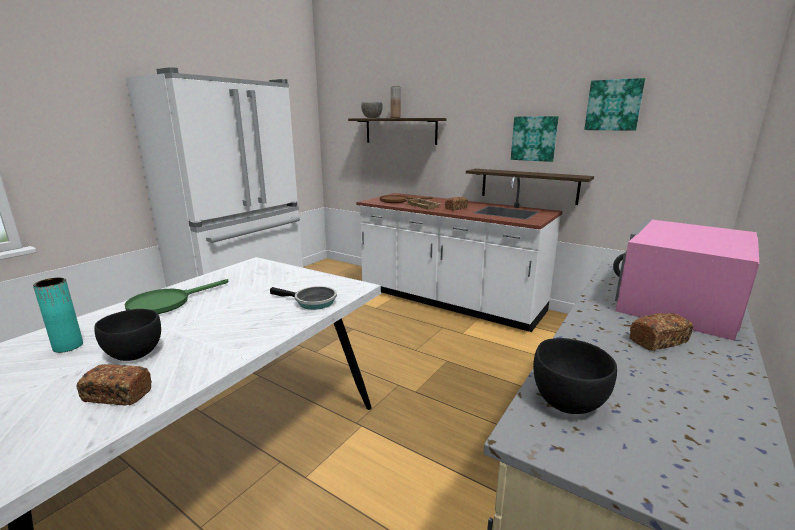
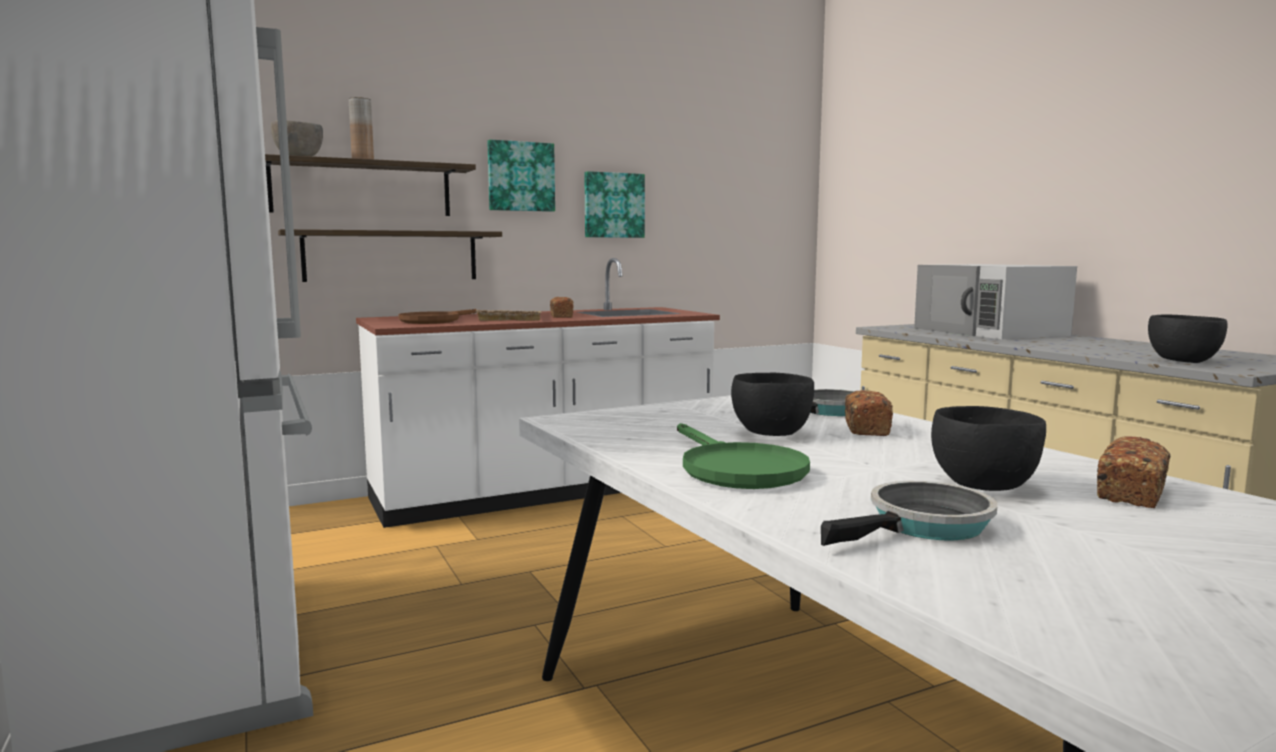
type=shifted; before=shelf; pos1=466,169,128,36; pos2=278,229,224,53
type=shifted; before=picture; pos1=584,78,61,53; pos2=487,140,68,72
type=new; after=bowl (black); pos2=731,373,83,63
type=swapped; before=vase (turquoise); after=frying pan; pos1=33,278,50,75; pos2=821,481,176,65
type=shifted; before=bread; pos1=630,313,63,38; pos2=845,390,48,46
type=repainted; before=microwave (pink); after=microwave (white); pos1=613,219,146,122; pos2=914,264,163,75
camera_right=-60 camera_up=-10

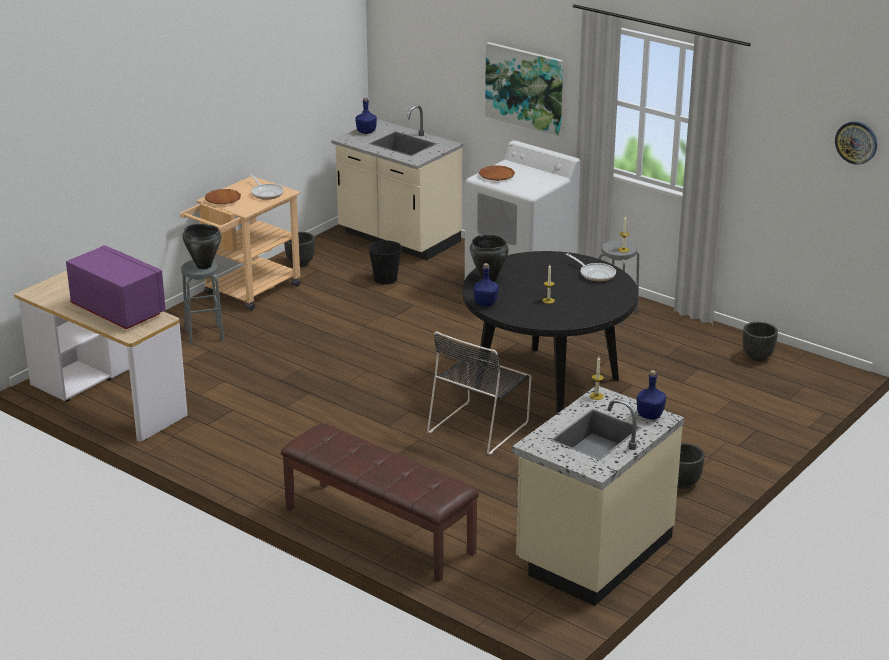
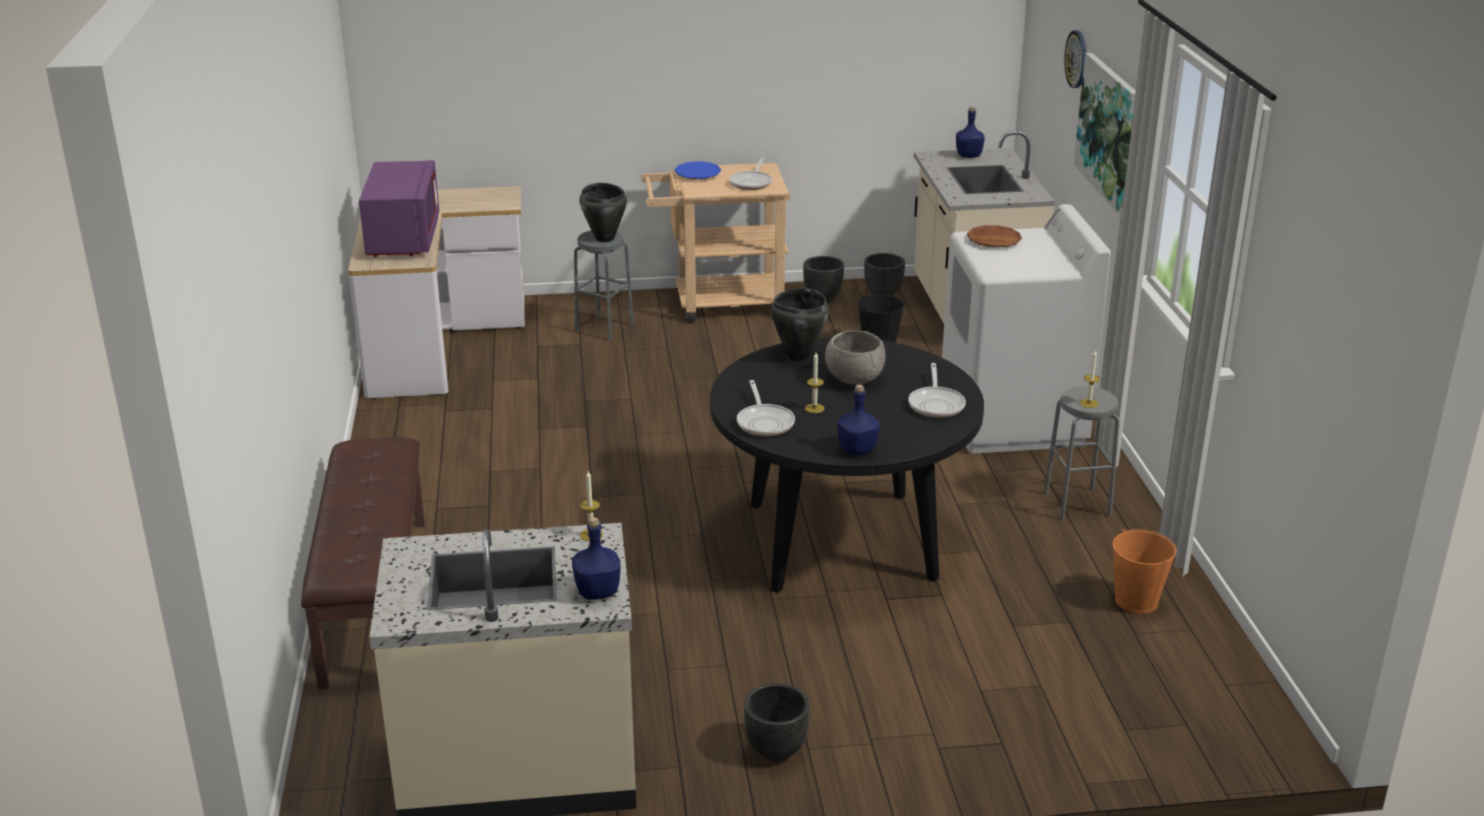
type=repainted; before=plate (brown); after=plate (blue); pos1=205,189,36,15; pos2=674,161,47,18
type=new; after=frying pan; pos2=737,380,58,57
type=new; after=bowl (grey); pos2=825,331,60,54
type=shifted; before=bottle (blue); pos1=474,263,25,44; pos2=837,385,43,70
type=shifted; before=planter (black); pos1=743,322,35,39; pos2=864,253,41,43
type=shifted; before=wall clock; pos1=835,121,42,44; pos2=1064,30,22,58
type=new; after=bucket (orange); pos2=1113,529,64,85
type=gone; before=chair (black); pos1=427,331,104,124
camera_right=45 camera_up=0

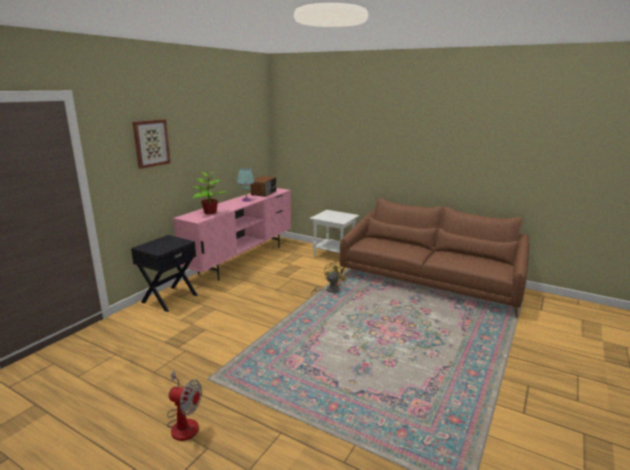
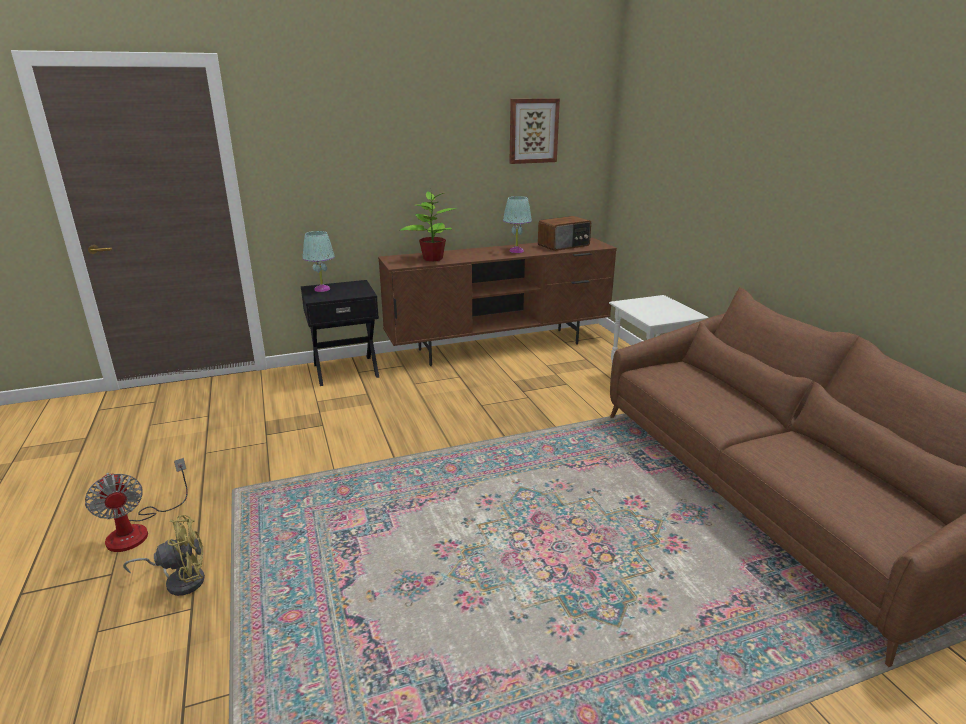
type=shifted; before=fan (yellow); pos1=311,262,36,33; pos2=123,515,82,81
type=new; after=table lamp (turquoise); pos2=303,231,32,61
type=repainted; before=tv stand (pink); after=tv stand (brown); pos1=173,188,118,93; pos2=378,238,239,128
type=shifted; before=picture; pos1=132,119,39,50; pos2=509,98,51,66
camera_right=40 camera_up=5

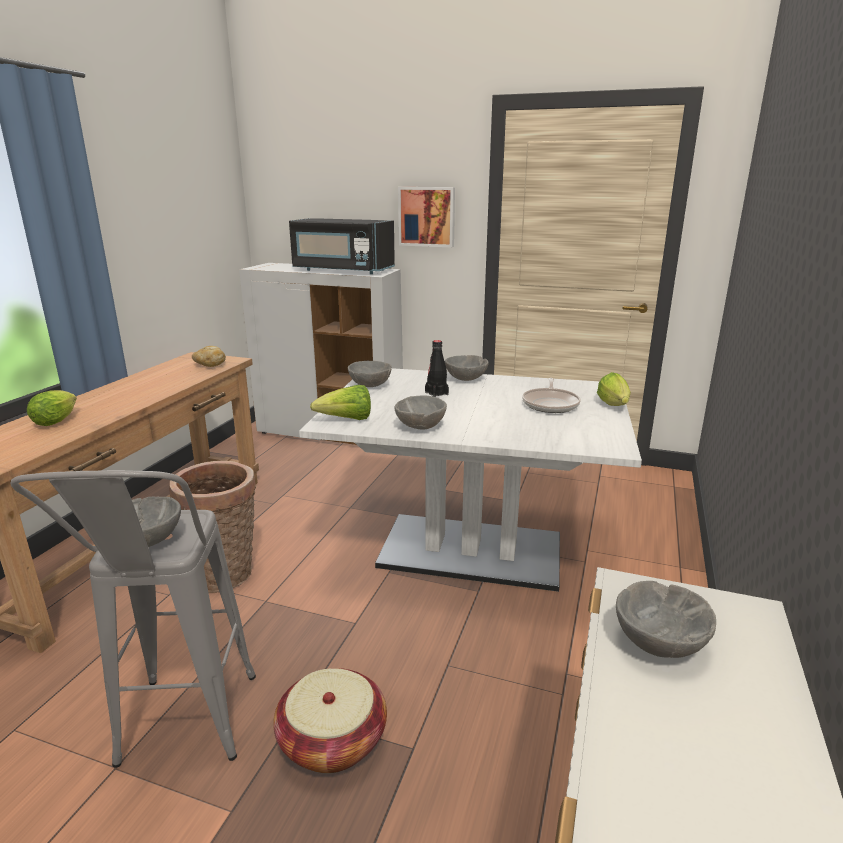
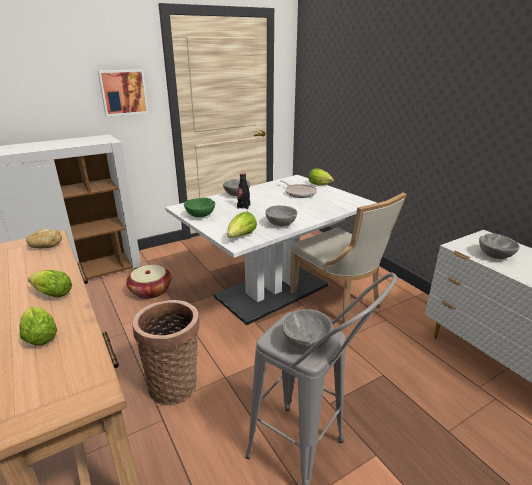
type=new; after=lettuce; pos2=28,270,44,28
type=shifted; before=basket; pos1=273,668,114,105; pos2=126,265,46,34
type=repainted; before=bowl (grey); after=bowl (green); pos1=348,361,44,26; pos2=184,198,31,19
type=new; after=chair (beige); pos2=290,192,117,132
type=gone; before=microwave (black); pos1=289,218,106,56
camera_right=-50 camera_up=5

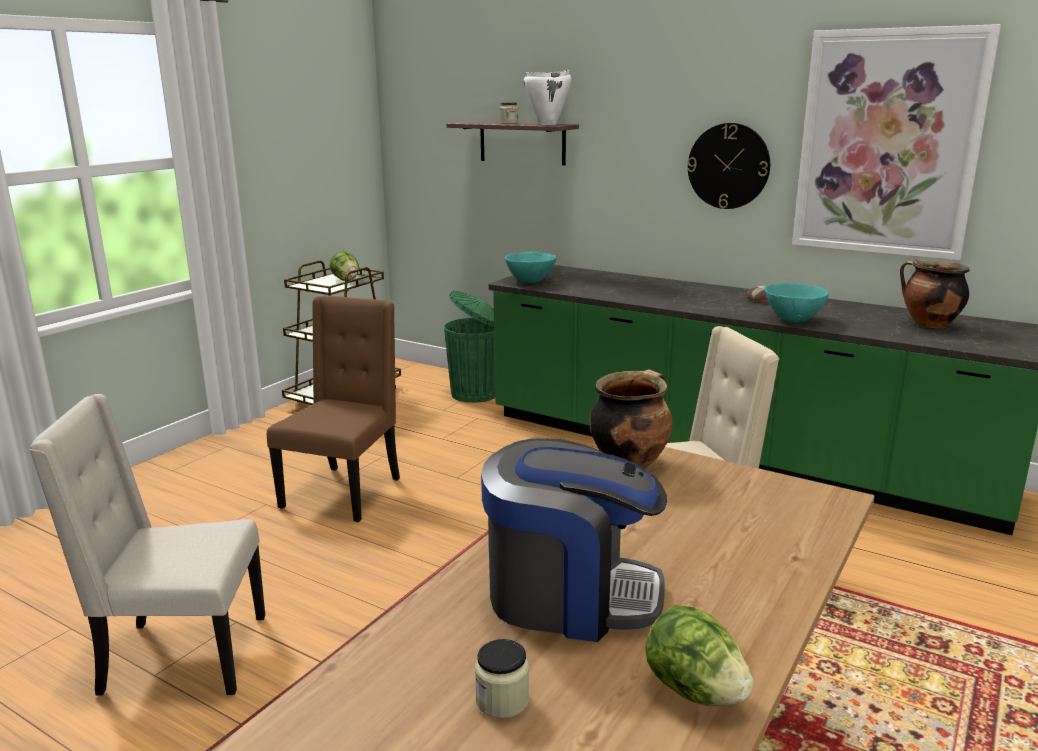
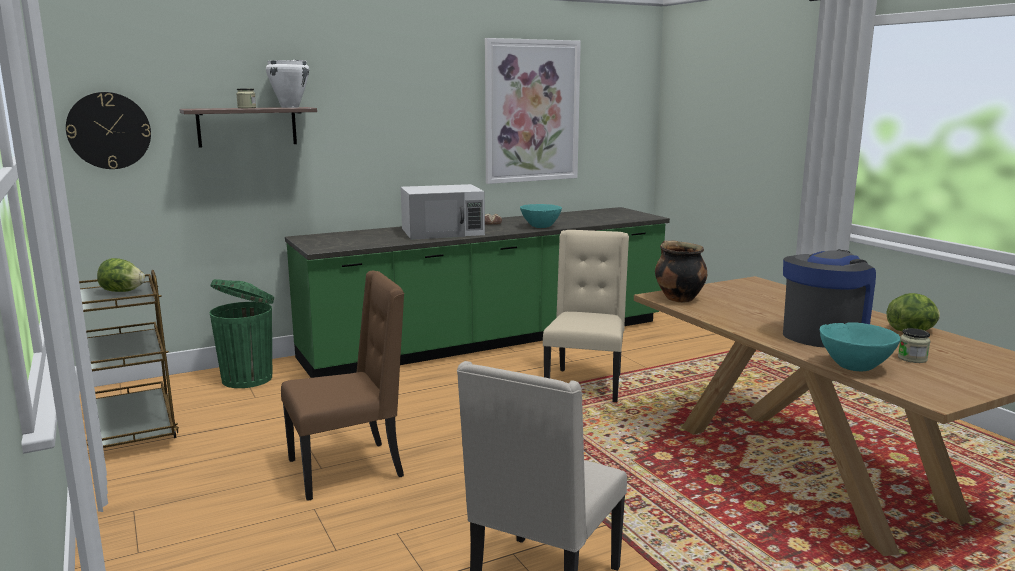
type=shifted; before=wall clock; pos1=687,123,83,86; pos2=66,92,85,77
type=rotated; before=chair (brown); pos1=267,295,133,227; pos2=281,271,123,229; turn=105
type=new; after=microwave (white); pos2=401,184,84,56
type=shifted; before=bowl (turquoise); pos1=505,251,52,32; pos2=820,322,80,49
type=gone; before=cooking pot; pos1=900,260,70,68
camera_right=-60 camera_up=-5

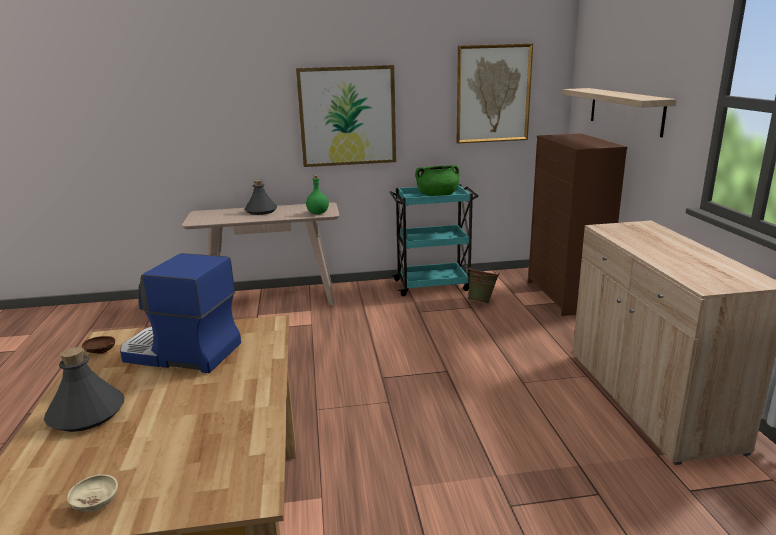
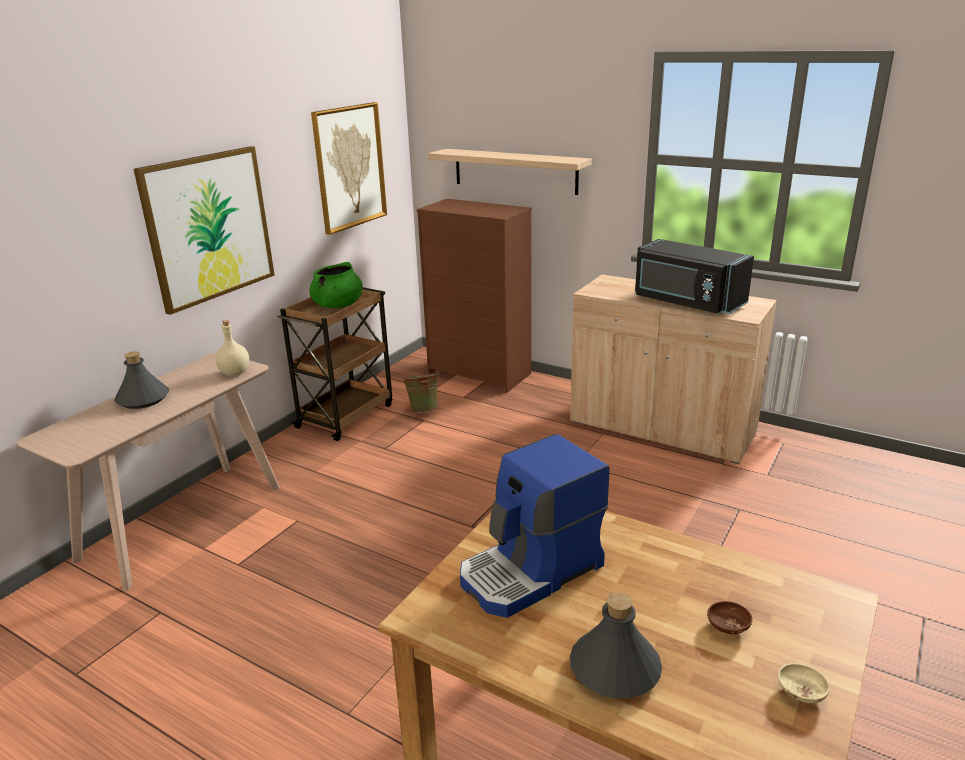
type=repainted; before=bottle (green); after=bottle (beige); pos1=306,175,23,39; pos2=216,320,33,56
type=repainted; before=cart (turquoise); after=cart (brown); pos1=390,184,89,112; pos2=277,287,115,154
type=new; after=microwave (black); pos2=635,239,119,75
type=shifted; before=bowl (brown); pos1=82,336,33,18; pos2=707,601,46,33
camera_right=-50 camera_up=5

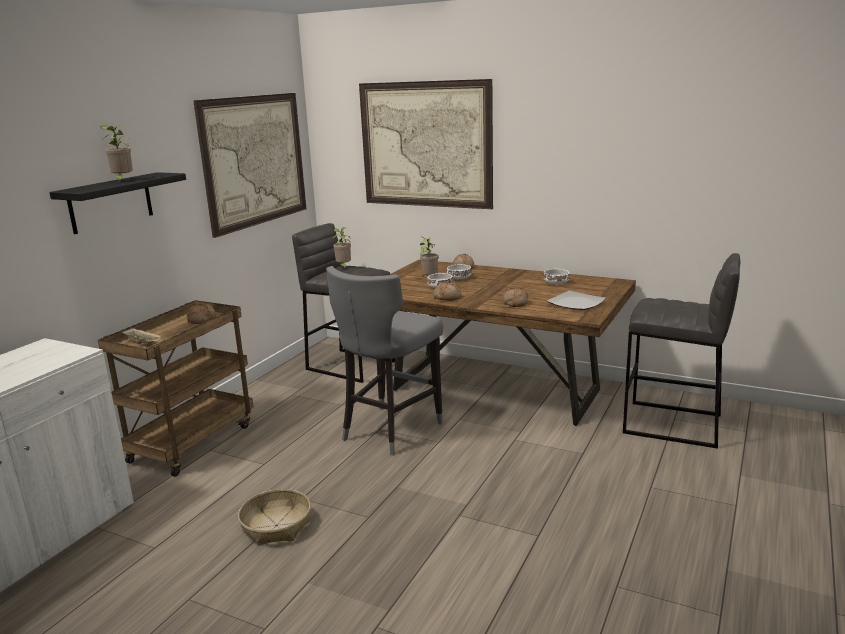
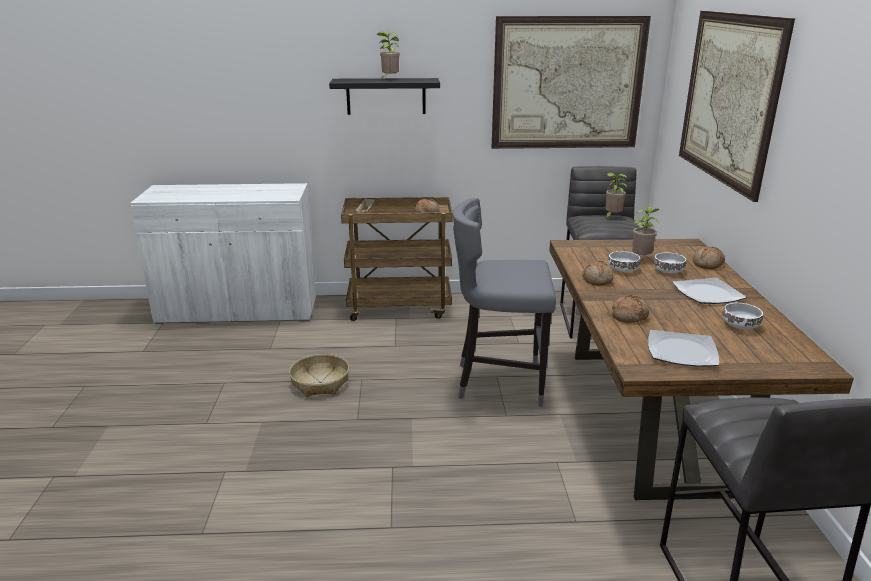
type=new; after=plate; pos2=672,277,74,27
camera_right=60 camera_up=5

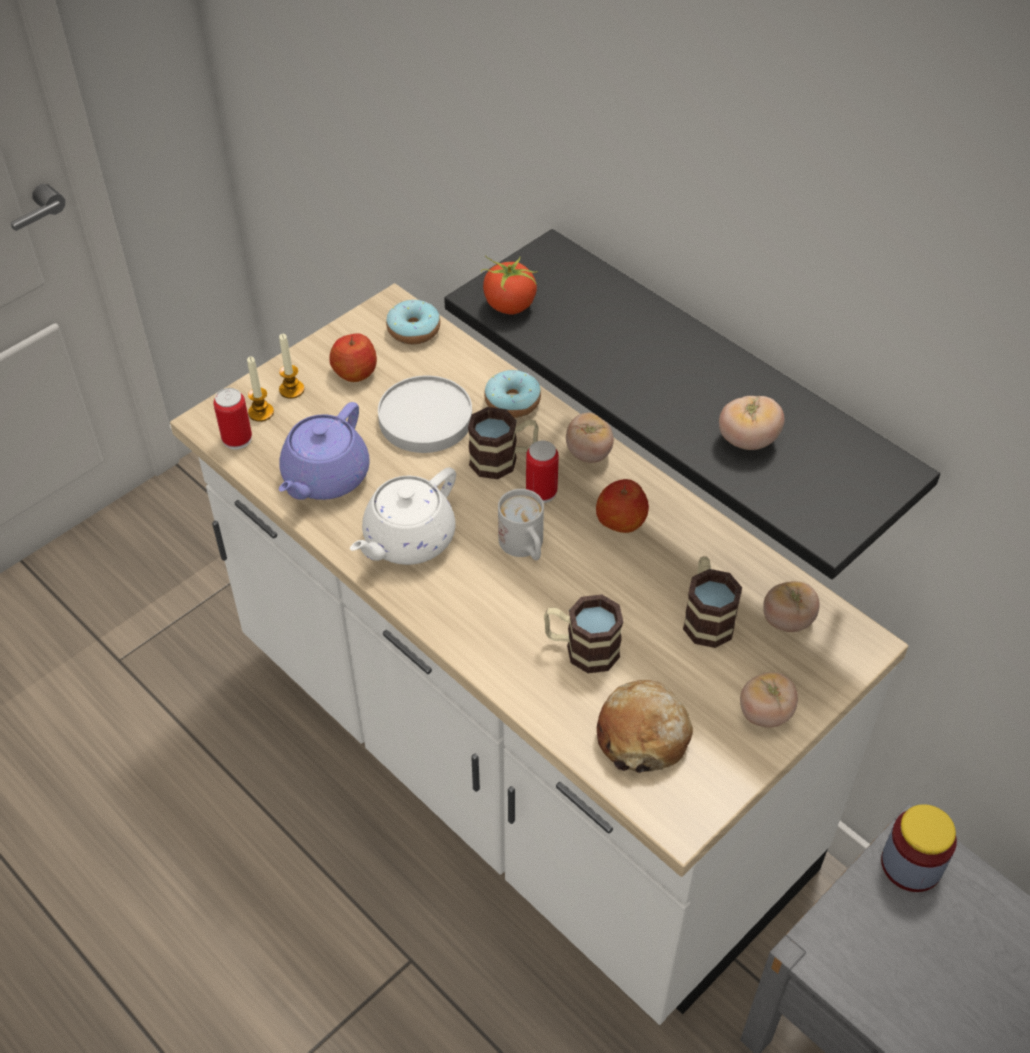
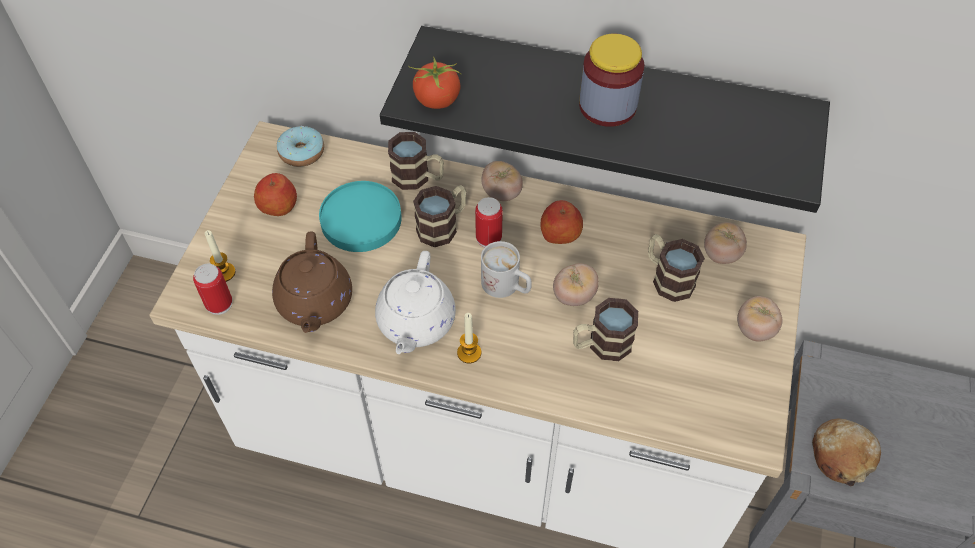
type=repainted; before=teapot (purple); after=teapot (brown); pos1=279,402,91,98; pos2=272,231,80,102
type=repainted; before=plate (white); after=plate (turquoise); pos1=378,376,94,77; pos2=319,181,83,71
type=swapped; before=donut; after=mug; pos1=484,370,57,48; pos2=388,132,56,58
type=shifted; before=candle; pos1=279,334,25,65; pos2=457,313,24,50
type=shifted; before=tomato; pos1=719,396,66,54; pos2=553,263,46,43
type=shifted; before=jar; pos1=881,804,76,88; pos2=579,34,65,93
type=shifted; before=bread; pos1=597,680,96,93; pos2=812,418,69,69
camera_right=-30 camera_up=5

